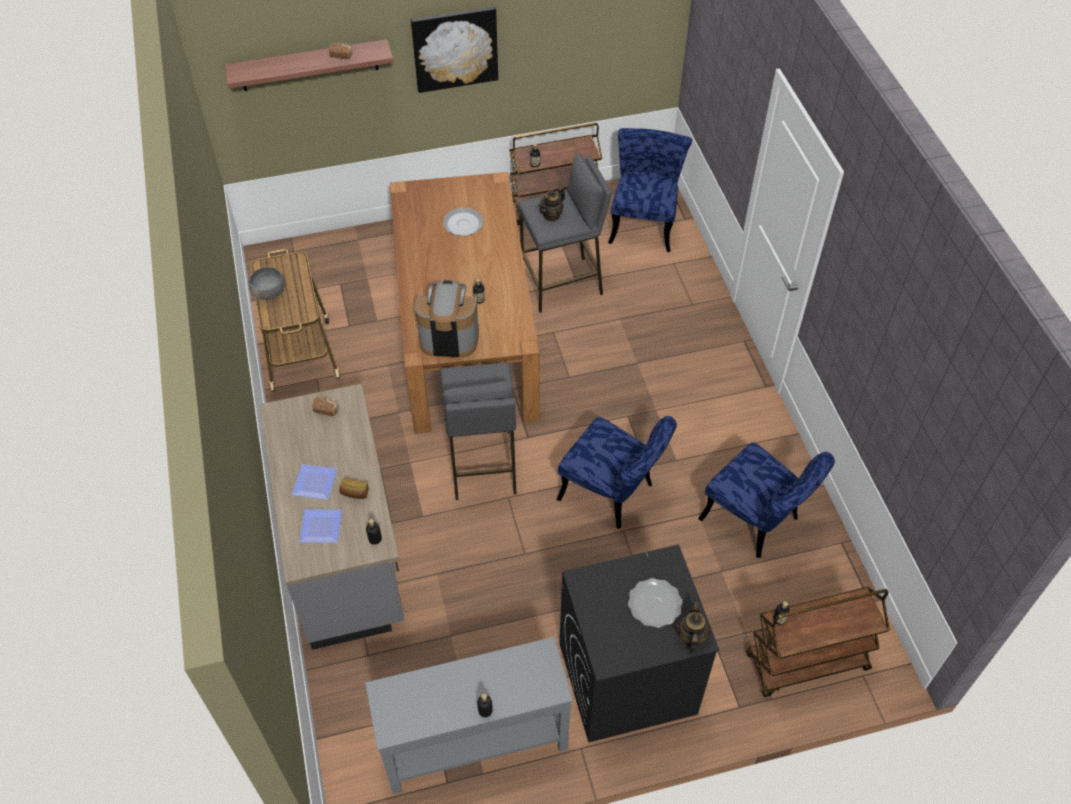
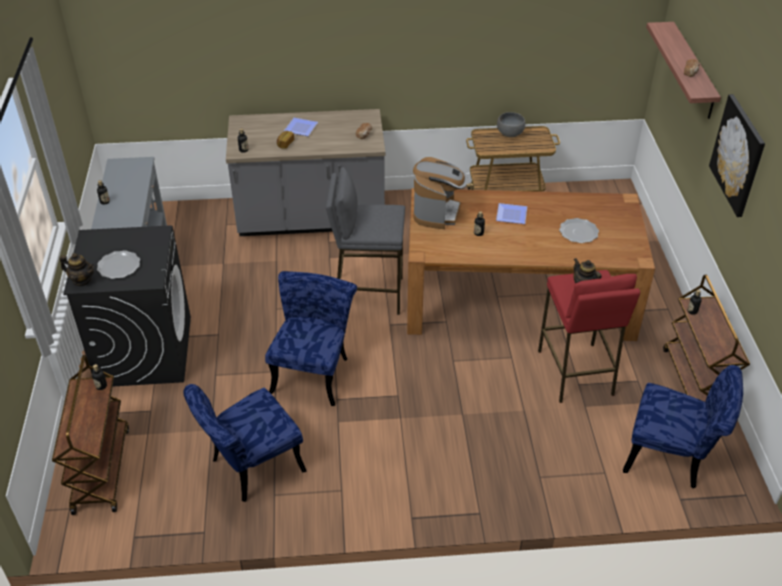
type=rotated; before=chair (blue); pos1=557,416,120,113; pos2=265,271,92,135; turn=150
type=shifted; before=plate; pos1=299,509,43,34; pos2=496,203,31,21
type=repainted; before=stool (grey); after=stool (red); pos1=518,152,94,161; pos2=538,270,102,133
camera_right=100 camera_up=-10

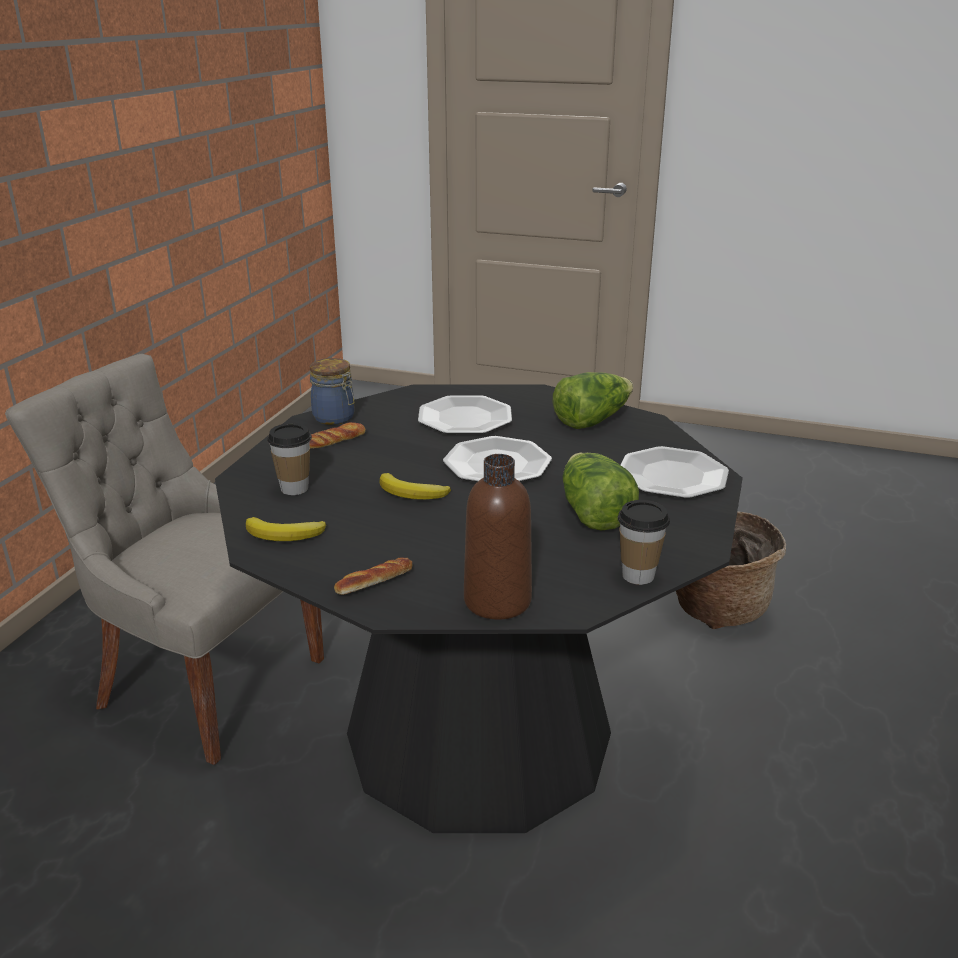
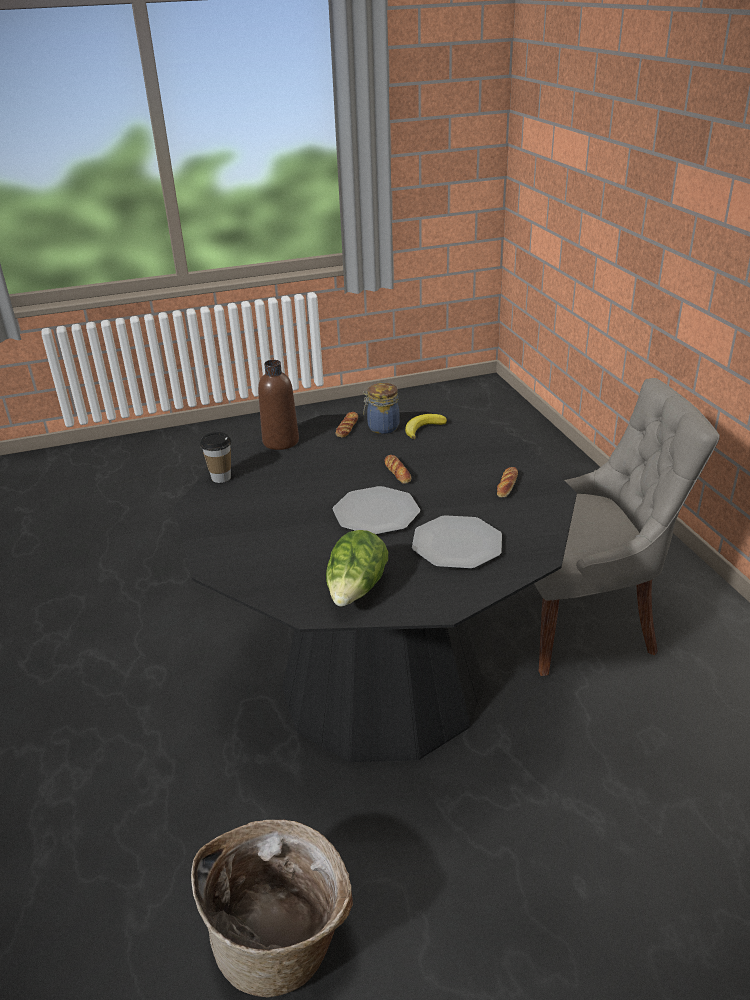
type=shifted; before=jar; pos1=310,358,44,67; pos2=363,383,37,51
type=swapped; before=banana; after=bread; pos1=380,473,71,27; pos2=385,455,26,29
type=gone; before=cup; pos1=267,423,45,72
type=gone; before=lettuce; pos1=563,453,76,78
type=gone; before=plate; pos1=621,446,108,53
camera_right=145 camera_up=5

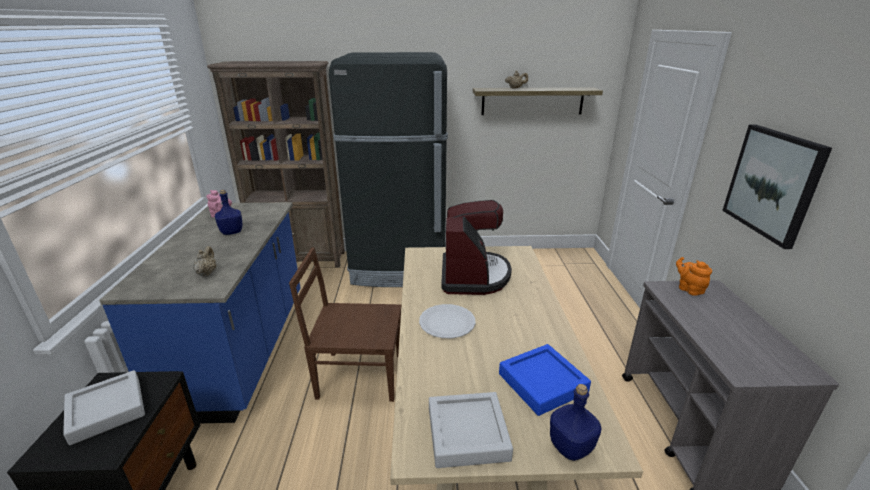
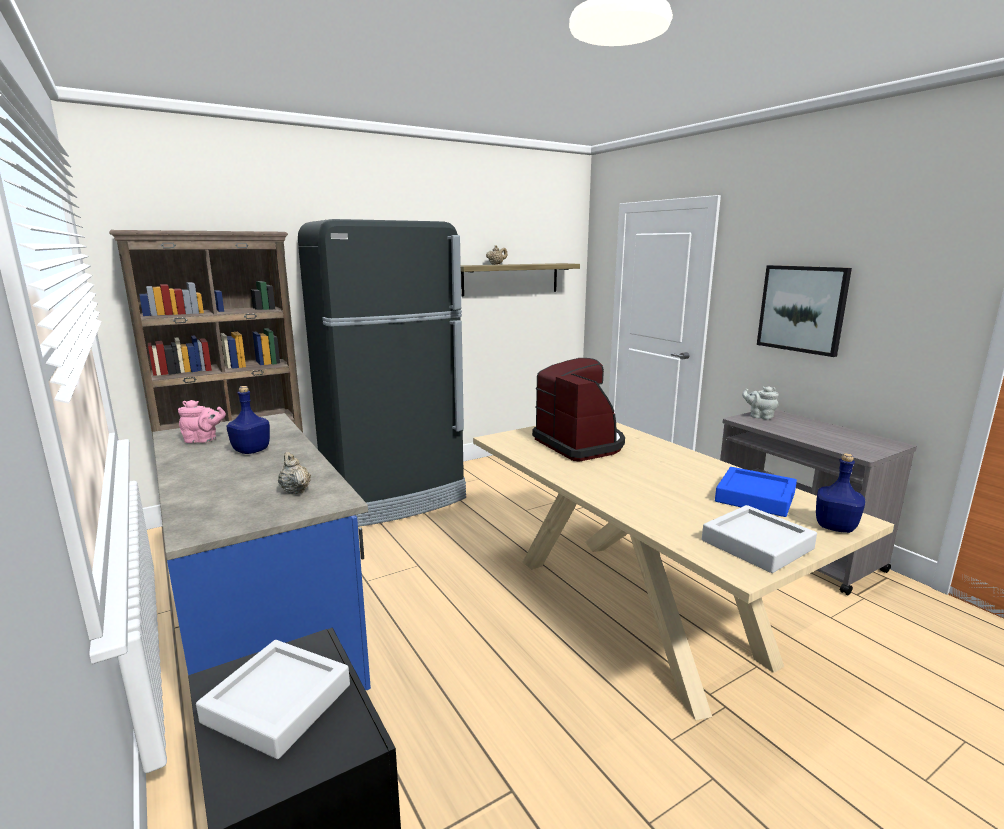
type=repainted; before=teapot (orange); after=teapot (grey); pos1=676,257,36,39; pos2=742,386,37,34
type=gone; before=chair (brown); pos1=289,247,112,155
type=gone; before=plate (white); pos1=419,304,57,34
camera_right=-30 camera_up=-10

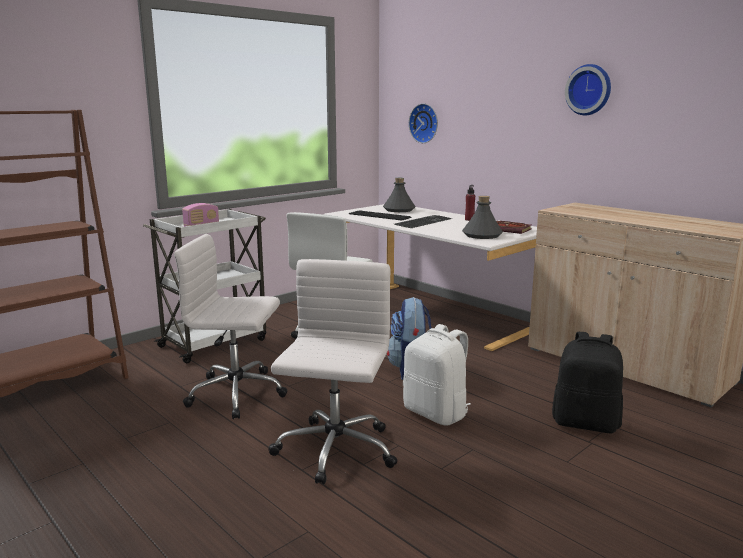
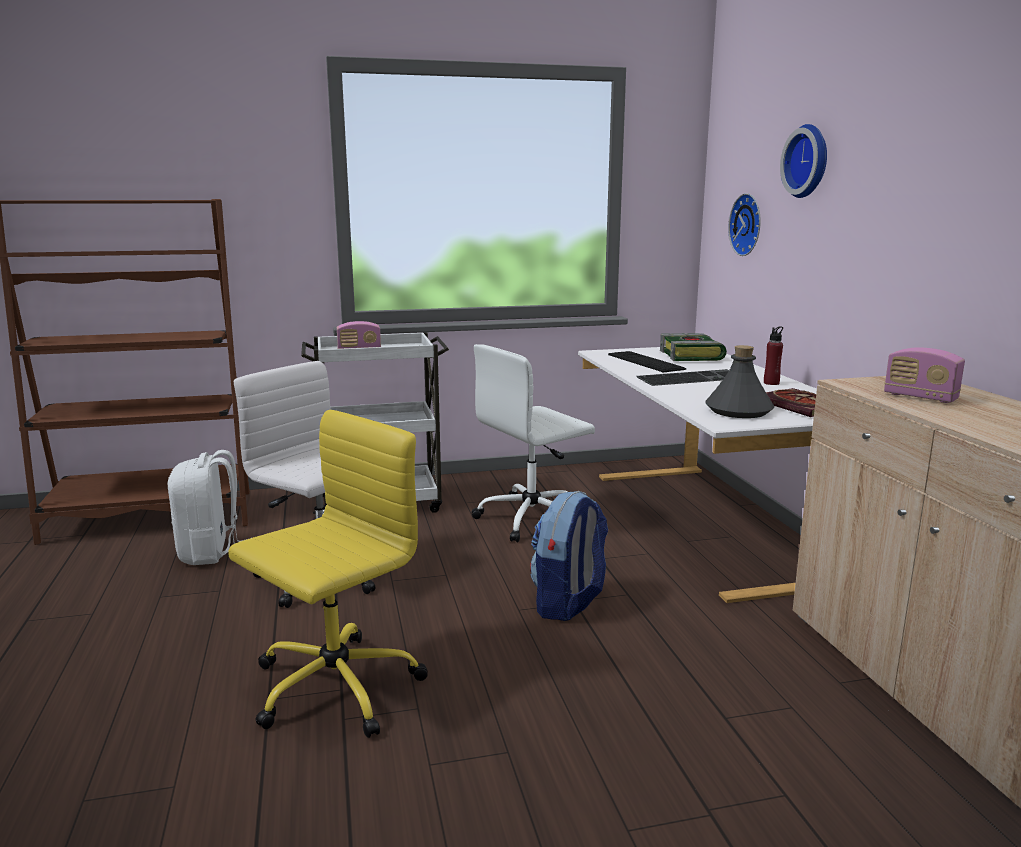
type=shifted; before=backpack (white); pos1=403,324,68,102; pos2=168,450,79,115
type=repainted; before=office chair (white); after=office chair (yellow); pos1=268,259,130,225; pos2=228,410,200,328
type=swapped; before=bottle (grey); after=book; pos1=383,178,33,34; pos2=660,333,67,28
type=shifted; before=wall clock; pos1=565,64,46,51; pos2=780,124,47,74
type=new; after=radio; pos2=884,347,81,56
type=gone; before=backpack (black); pos1=552,332,71,101
camera_right=30 camera_up=0

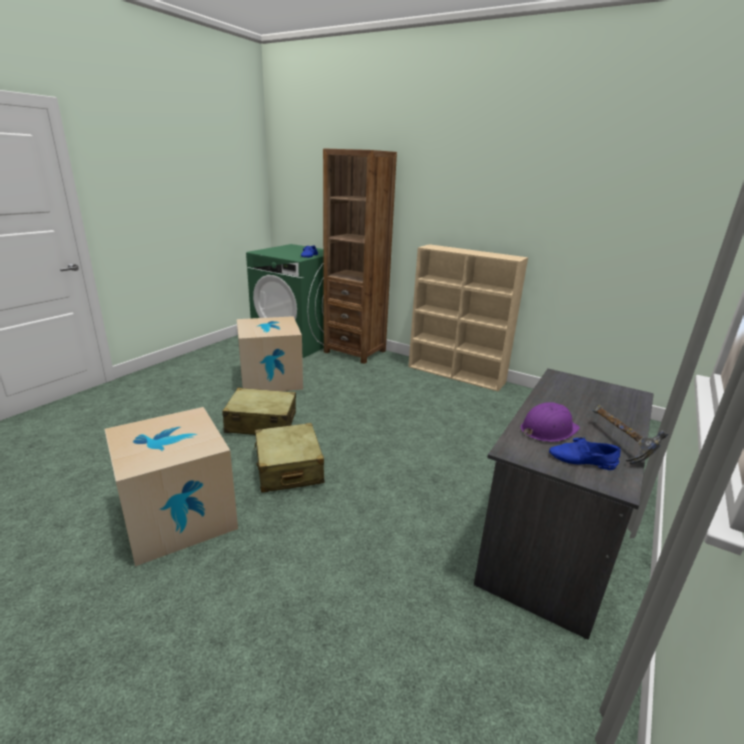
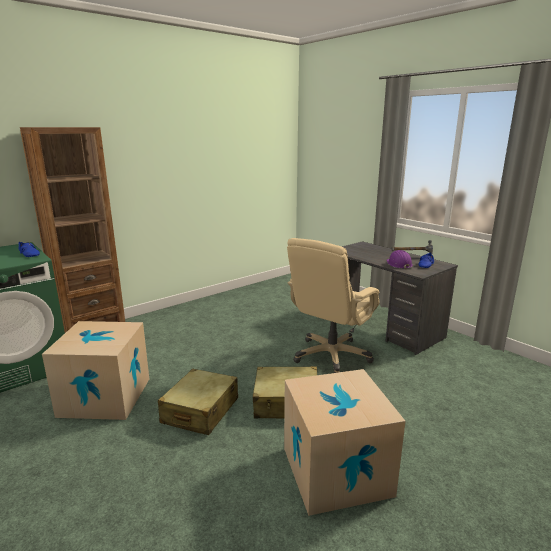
type=new; after=office chair (beige); pos2=287,238,92,135
type=gone; before=bookcase (beige); pos1=408,244,120,147
camera_right=-70 camera_up=-5

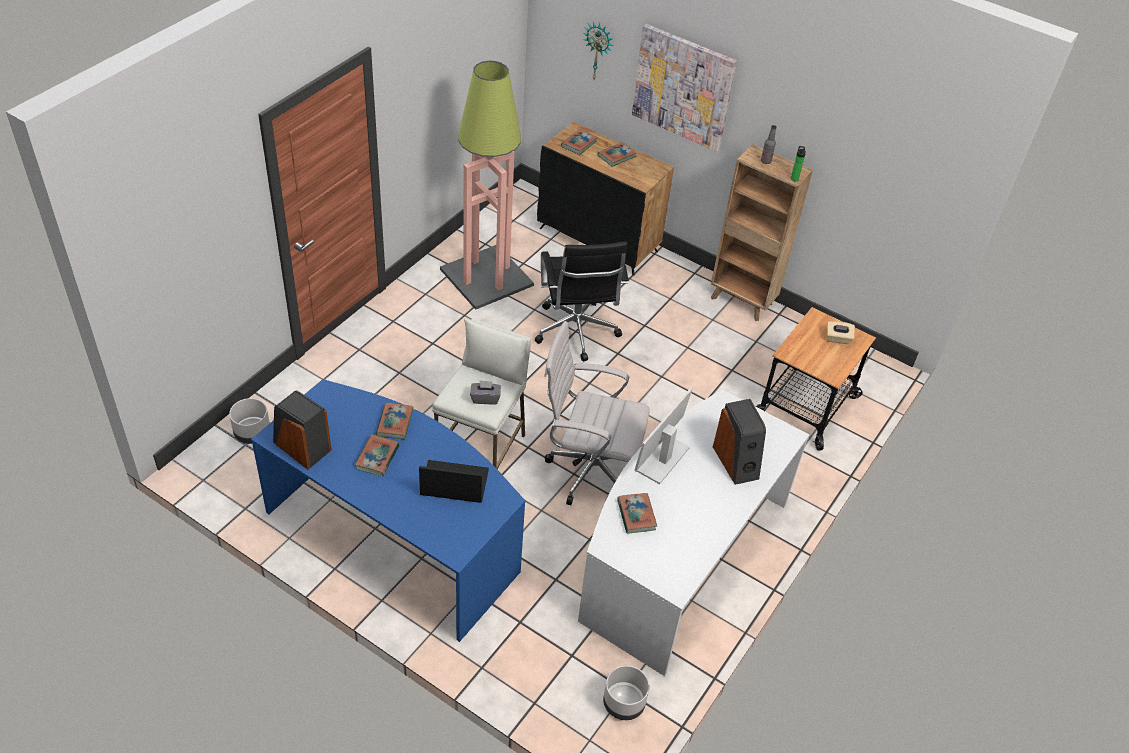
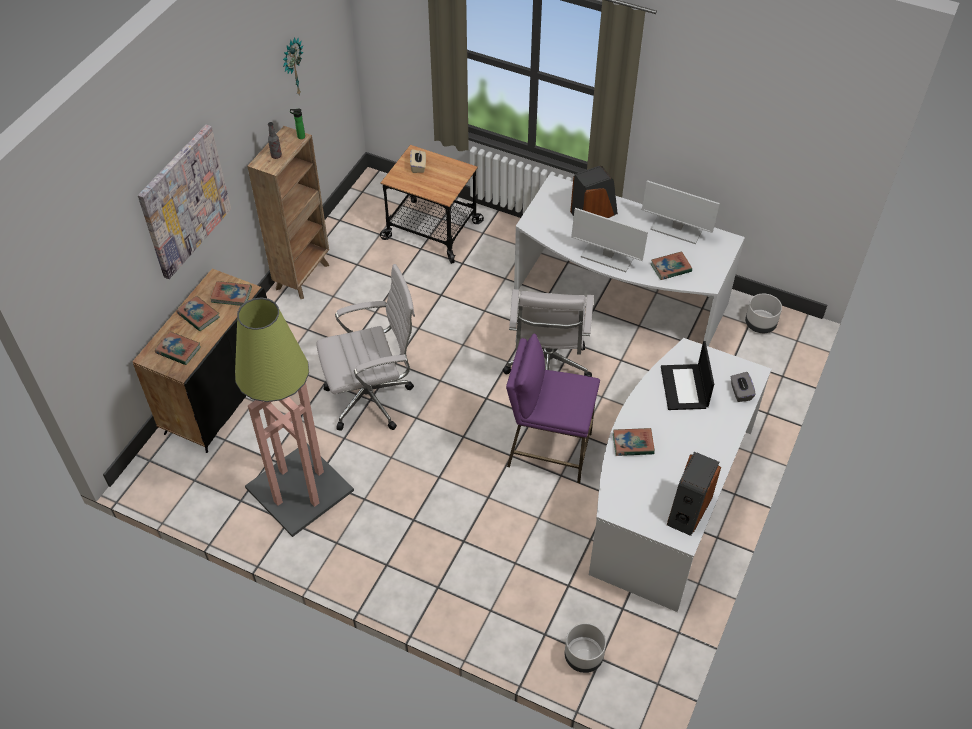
type=shifted; before=book; pos1=355,434,44,42; pos2=210,281,42,25
type=shifted; before=wall clock; pos1=583,22,30,57; pos2=283,37,20,59
type=repainted; before=office chair (black); after=office chair (white); pos1=535,241,93,120; pos2=316,264,99,167
type=repainted; before=stool (white); after=stool (purple); pos1=432,318,99,151; pos2=506,334,94,149
type=repainted; before=desk (blue); after=desk (white); pos1=251,379,274,263; pos2=589,338,183,274
type=new; after=monitor; pos2=642,180,78,64
type=shifted; before=tissue box (grey); pos1=470,380,31,25; pos2=731,372,25,30
camera_right=-95 camera_up=5

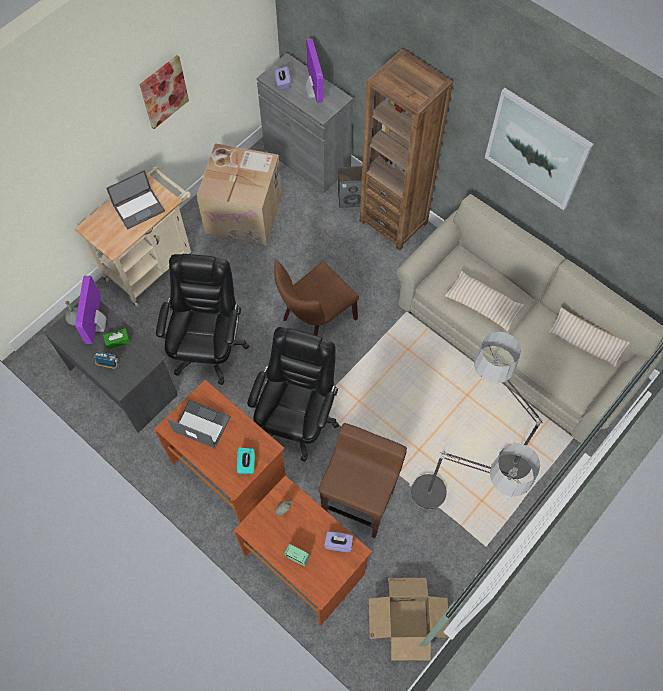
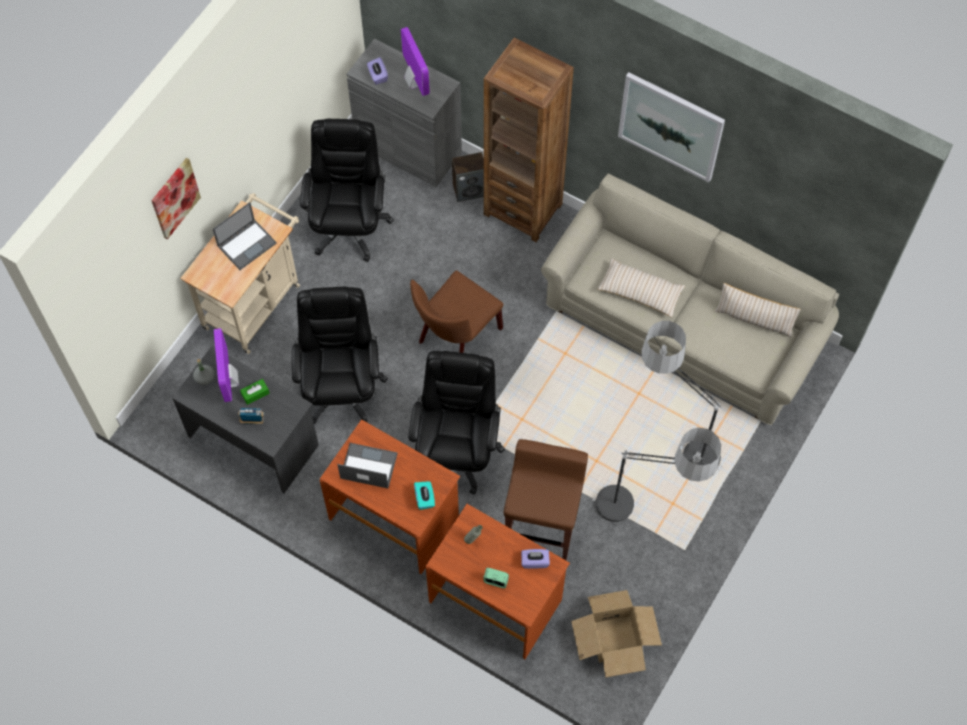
type=shifted; before=picture; pos1=139,55,50,74; pos2=151,158,50,81
type=swapped; before=cardboard box; after=office chair (black); pos1=196,143,86,102; pos2=300,119,94,143
camera_right=-10 camera_up=0

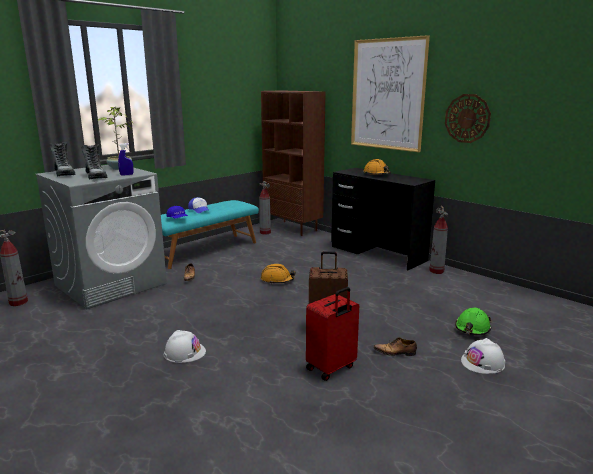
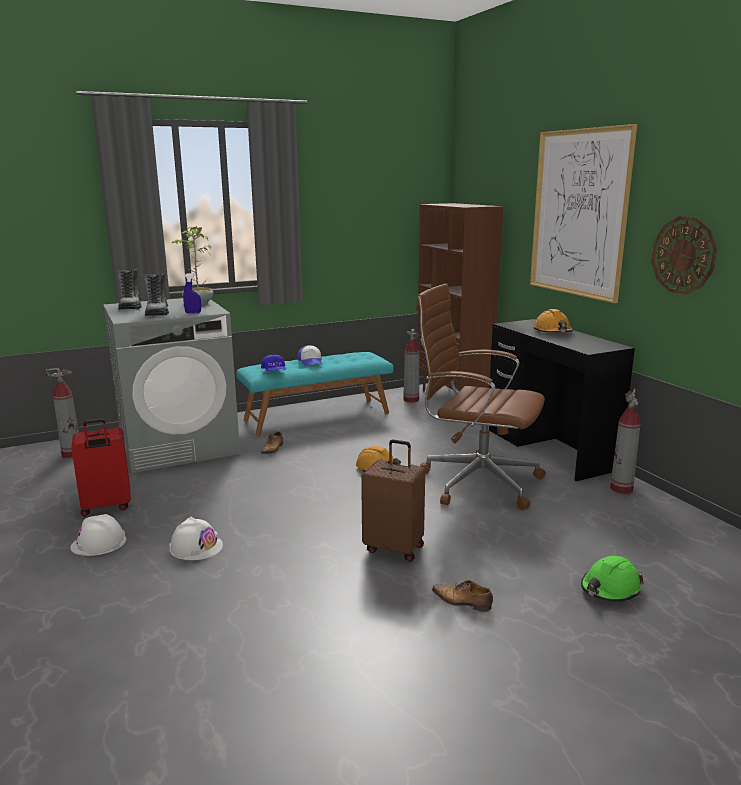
type=shifted; before=hard hat (white); pos1=461,338,44,36; pos2=70,514,57,42
type=shifted; before=suitcase (red); pos1=306,287,53,94; pos2=71,419,60,97
type=new; after=office chair (brown); pos2=416,283,130,227
camera_right=20 camera_up=0

